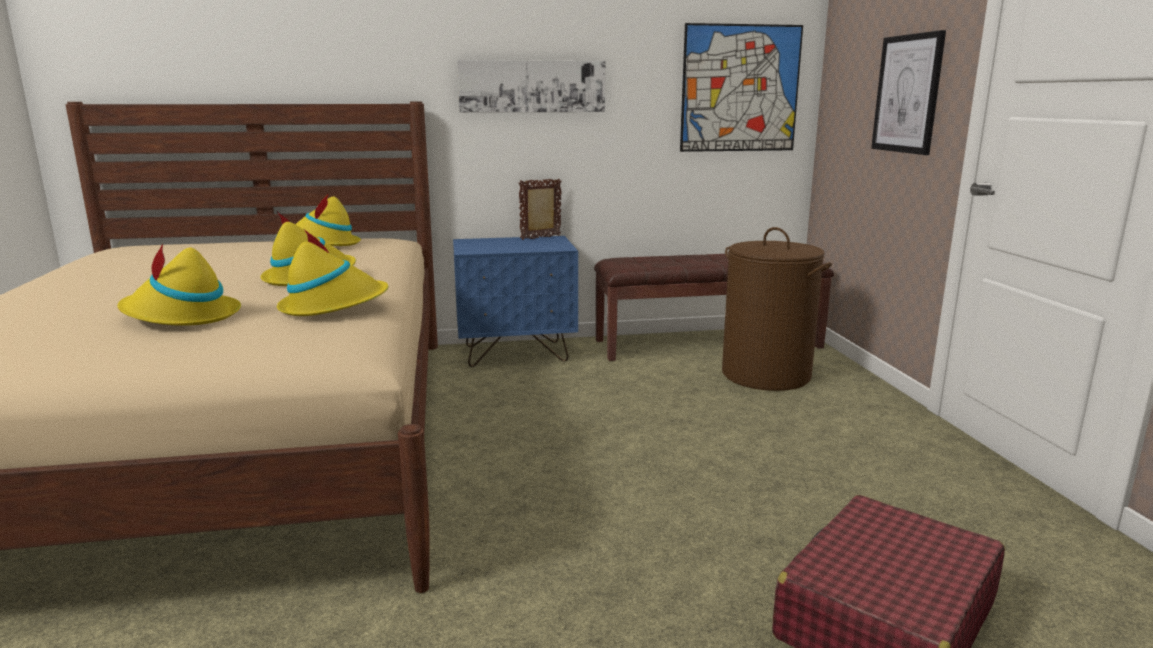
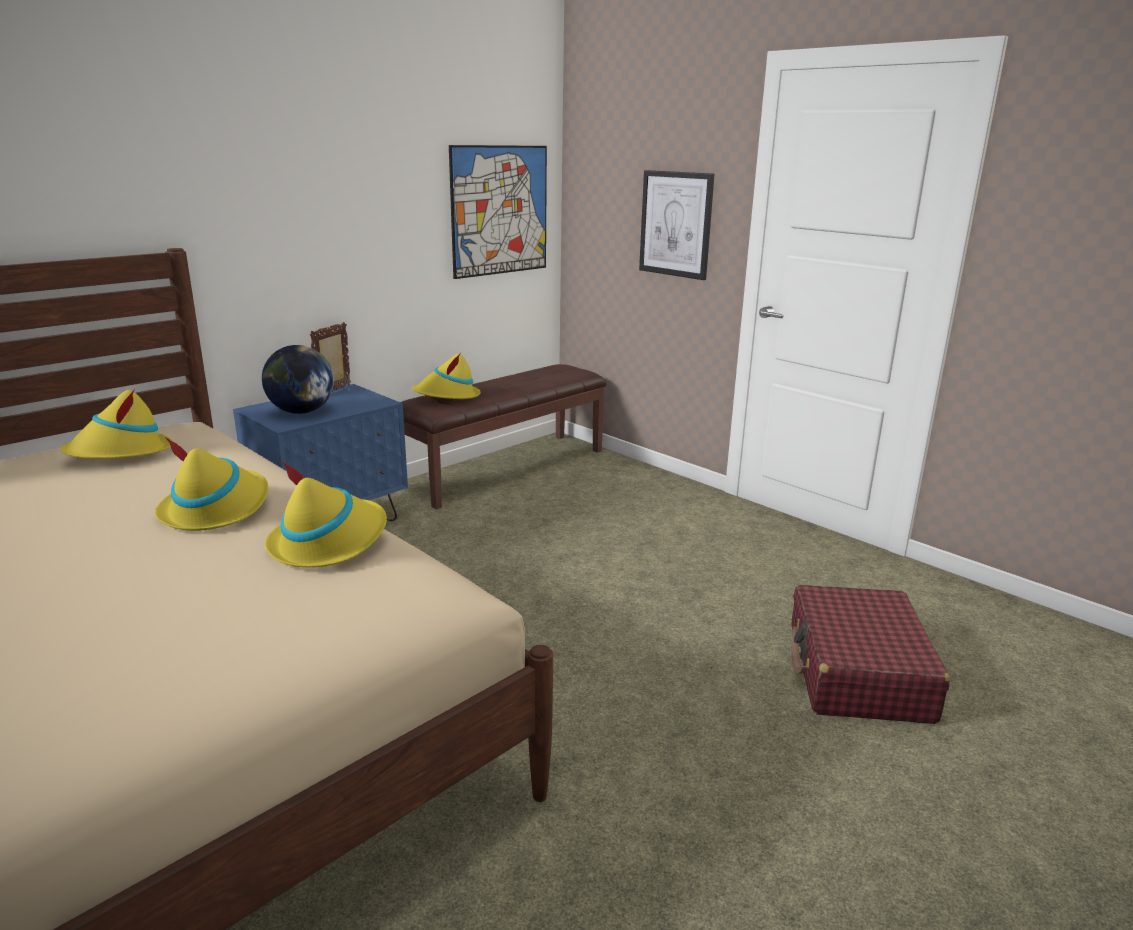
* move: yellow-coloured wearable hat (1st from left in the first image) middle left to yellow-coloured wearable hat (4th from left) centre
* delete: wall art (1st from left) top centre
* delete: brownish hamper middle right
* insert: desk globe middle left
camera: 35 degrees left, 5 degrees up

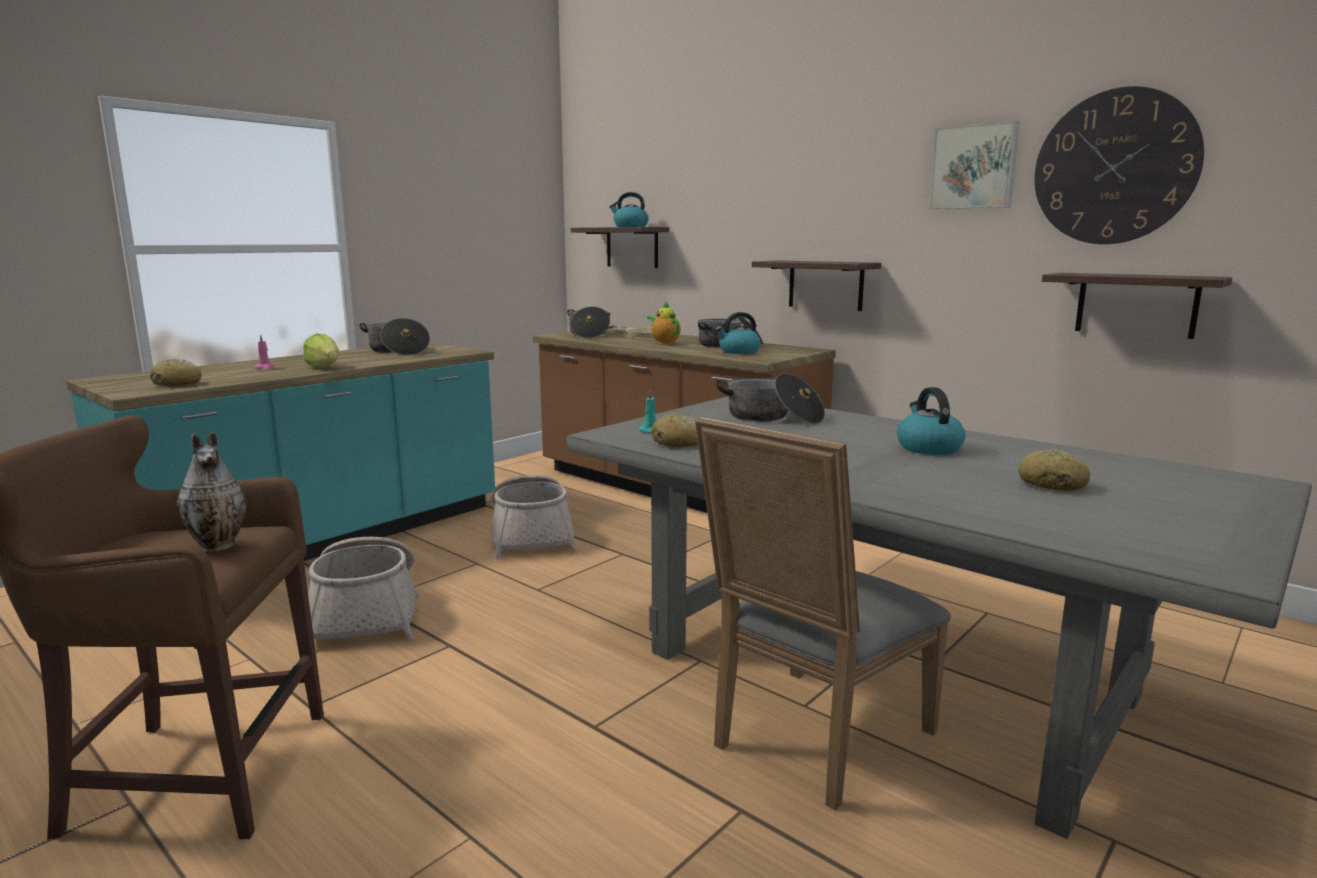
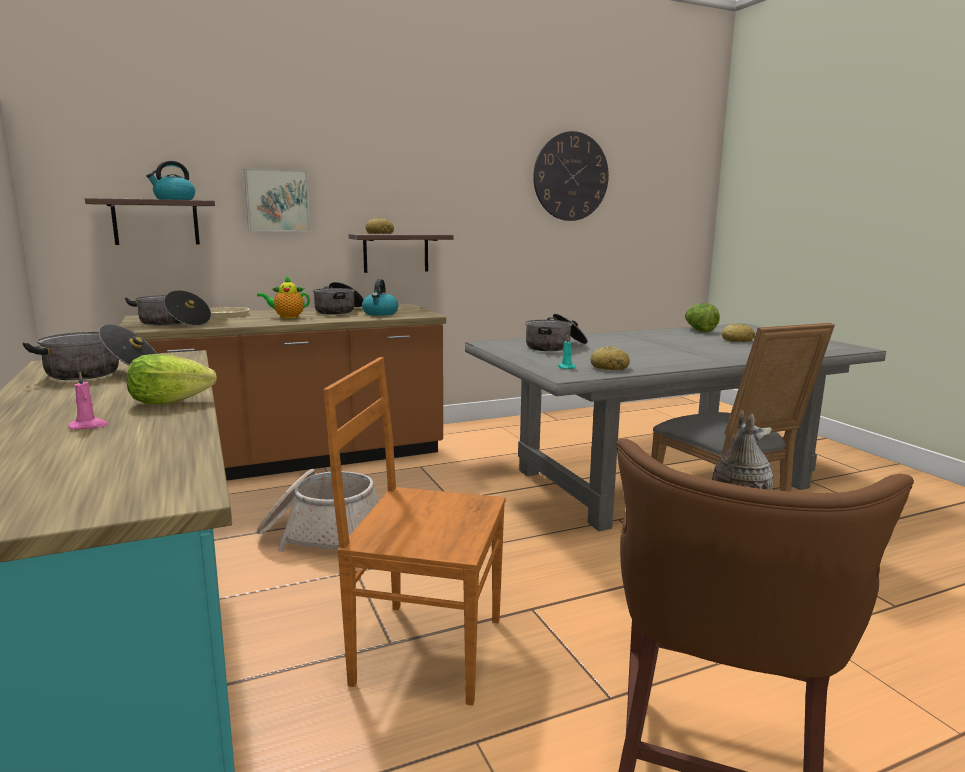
* move: baked bread (1st from left) middle left to top centre
* replace: basket (1st from left) bottom left to brownish plain chair bottom centre
* delete: kettle (3rd from left) middle right
* move: wall art top right to top left
* delete: wall shelf (3rd from left) middle right
* insert: lettuce (2nd from left) middle right
camera: 65 degrees left, 0 degrees up

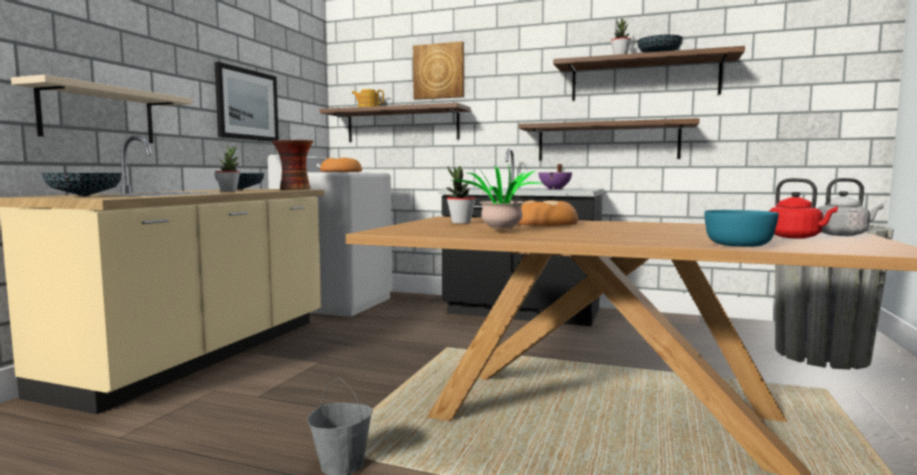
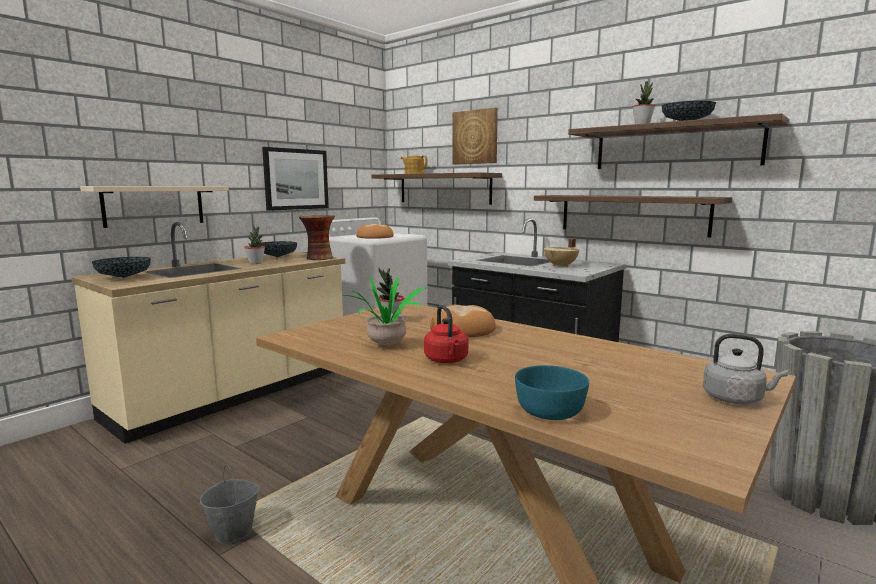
* recolor: purple stockpot centre to sand-coloured stockpot centre
* move: red-coloured kettle middle right to centre
camera: 20 degrees right, 5 degrees up

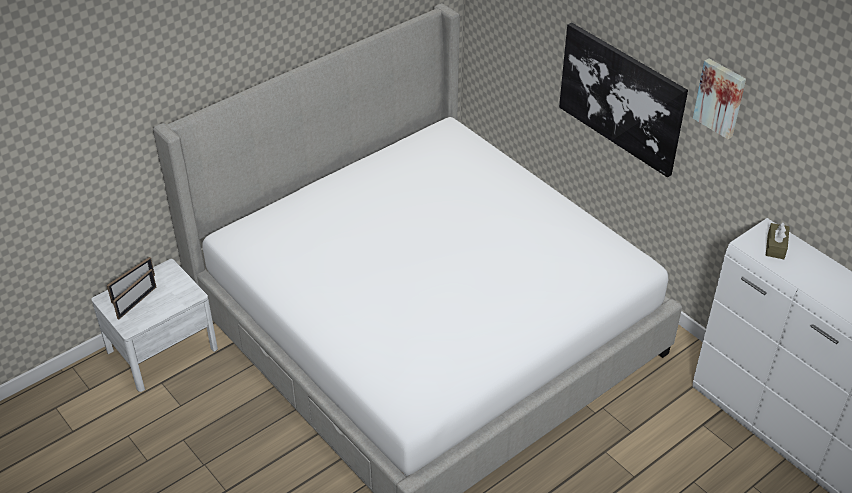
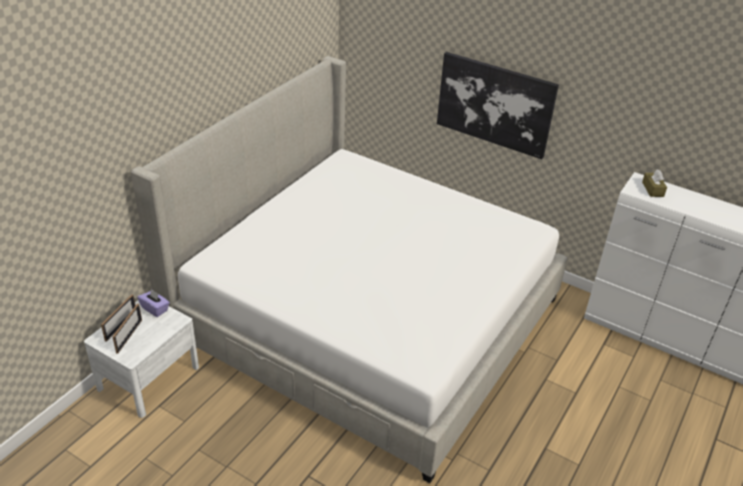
* delete: wall art (2nd from left) top right
* insert: purple box of tissues middle left
camera: 20 degrees left, 5 degrees down

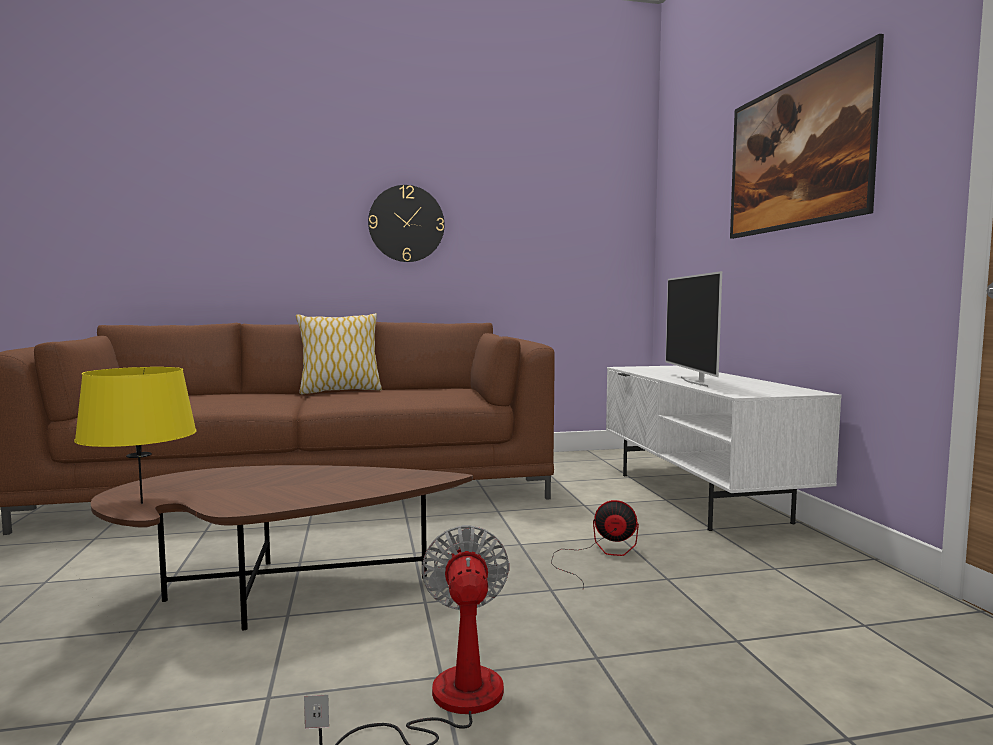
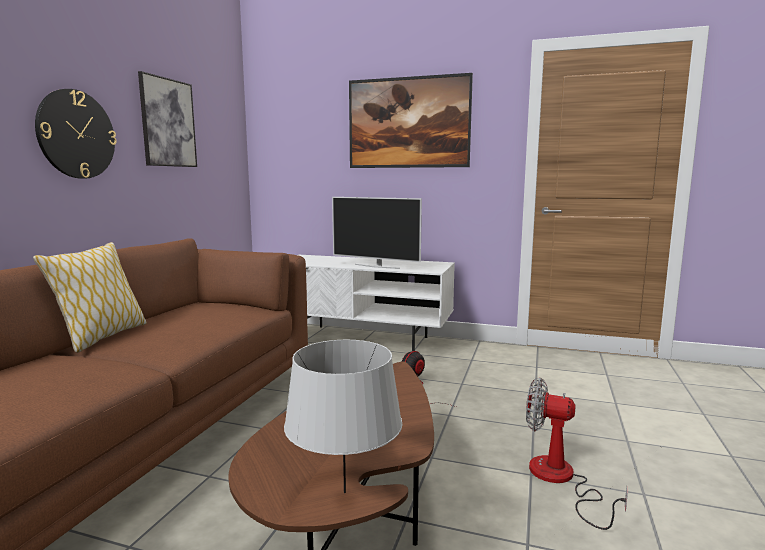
* recolor: yellow-coloured table lamp middle left to gray table lamp bottom centre
* insert: wall art (1st from left) top left
camera: 60 degrees left, 5 degrees up

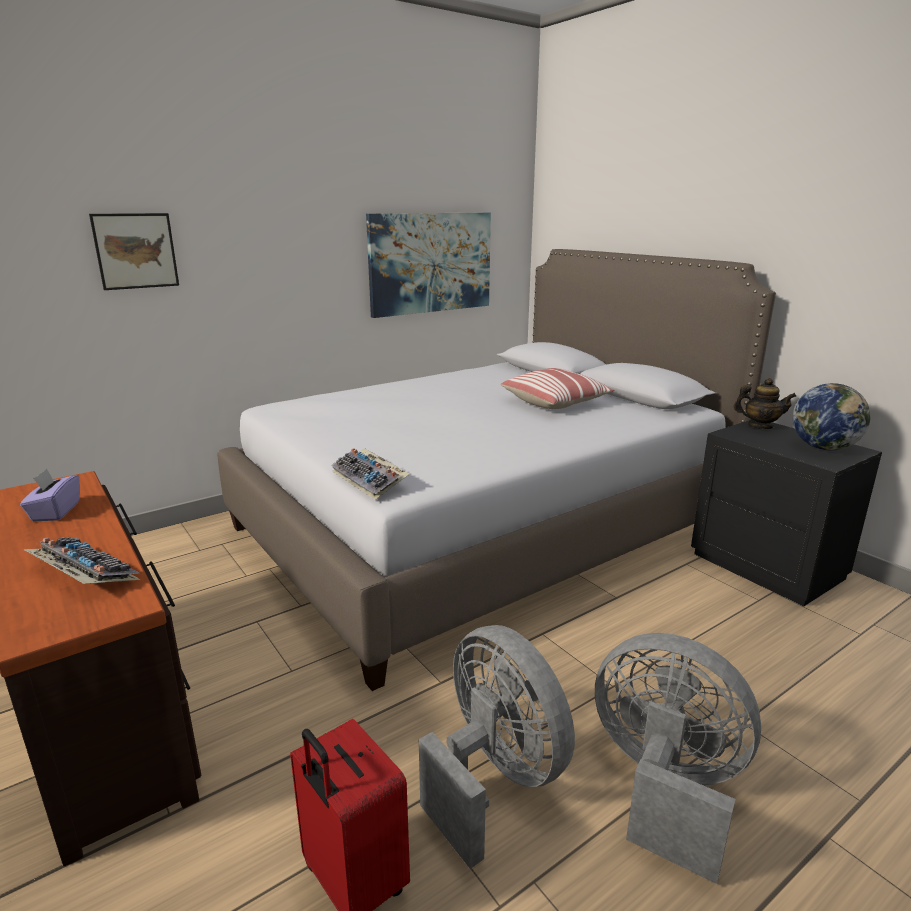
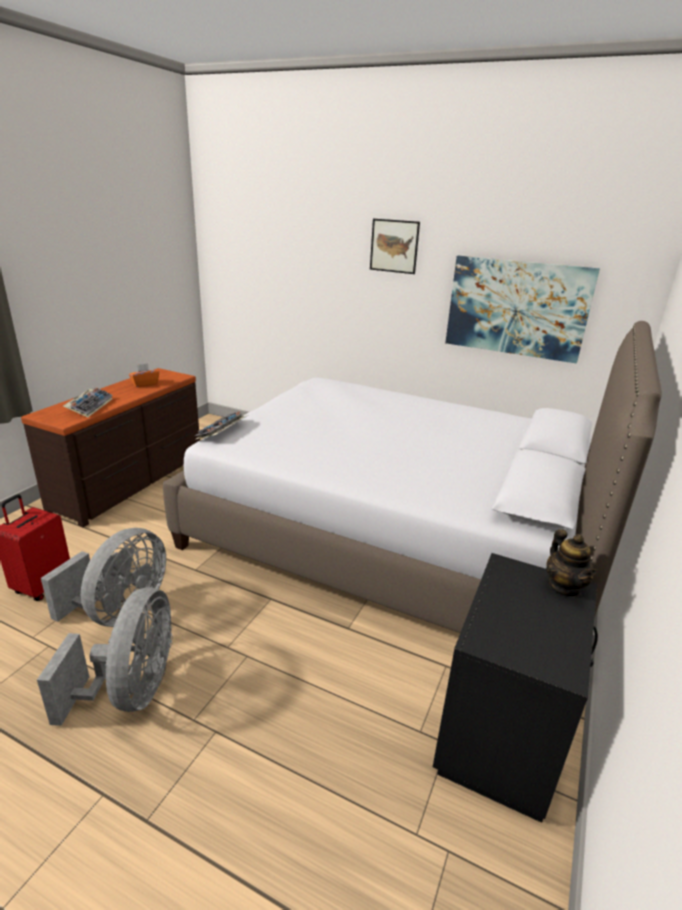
* recolor: purple box of tissues middle left to orange-coloured box of tissues middle left
* move: wall art (1st from left) top left to top centre
* delete: pillow centre
* delete: desk globe middle right
camera: 60 degrees right, 5 degrees up

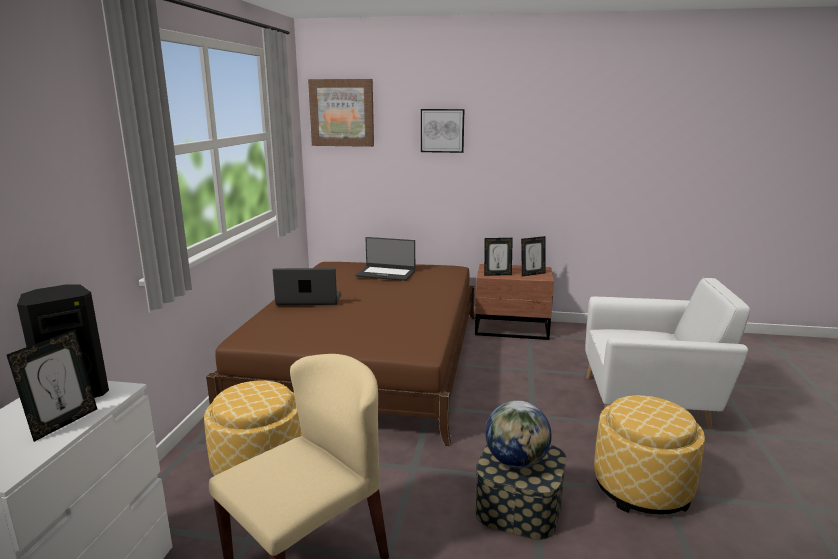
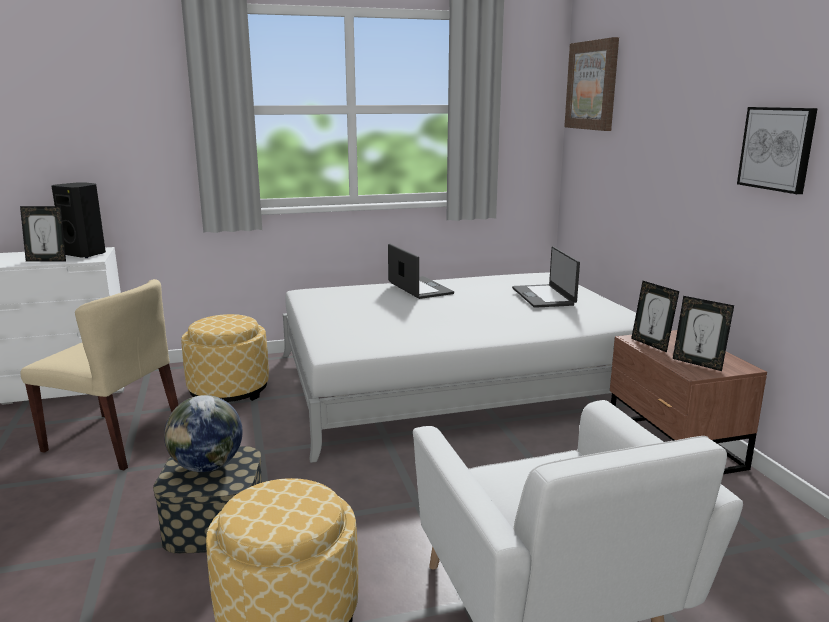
* recolor: brownish bedroom bed centre to white bedroom bed centre
* move: wall art (2nd from left) top centre to top right
camera: 65 degrees right, 0 degrees up

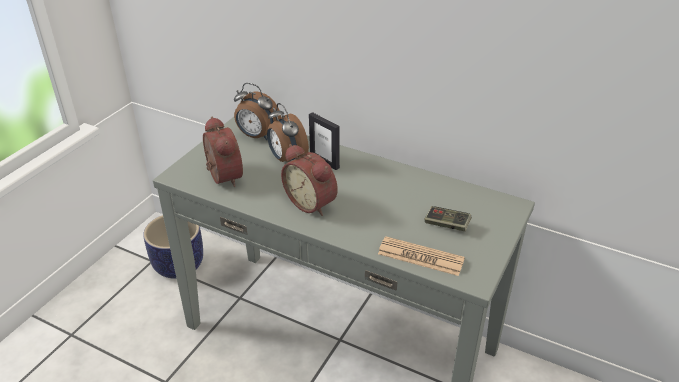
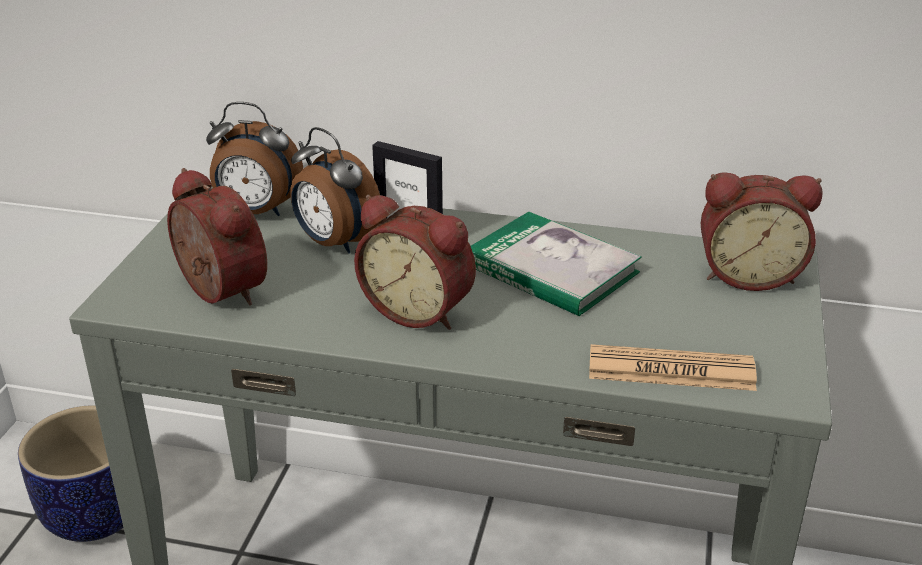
* delete: joypad centre
* insert: book centre
* insert: alarm clock (5th from left) middle right
camera: 15 degrees left, 5 degrees down

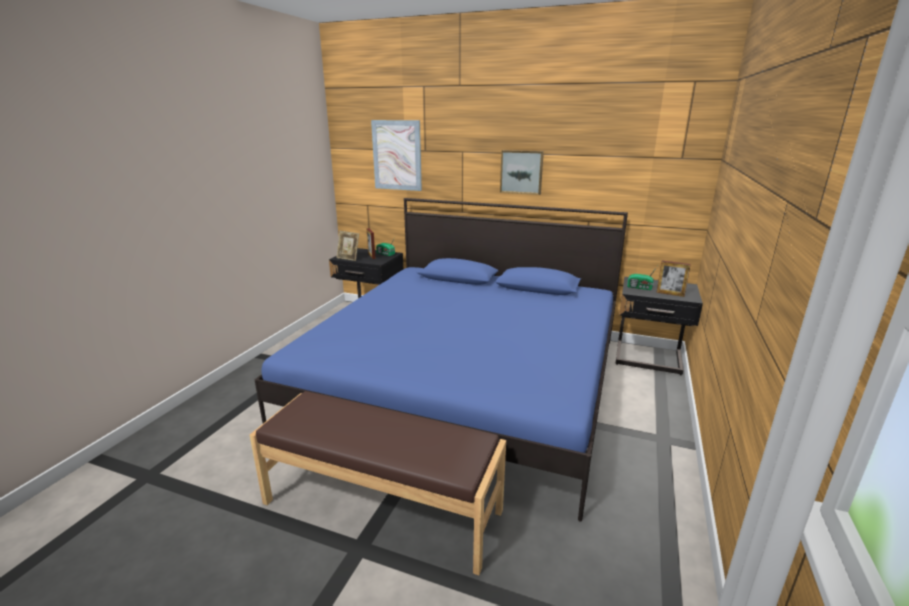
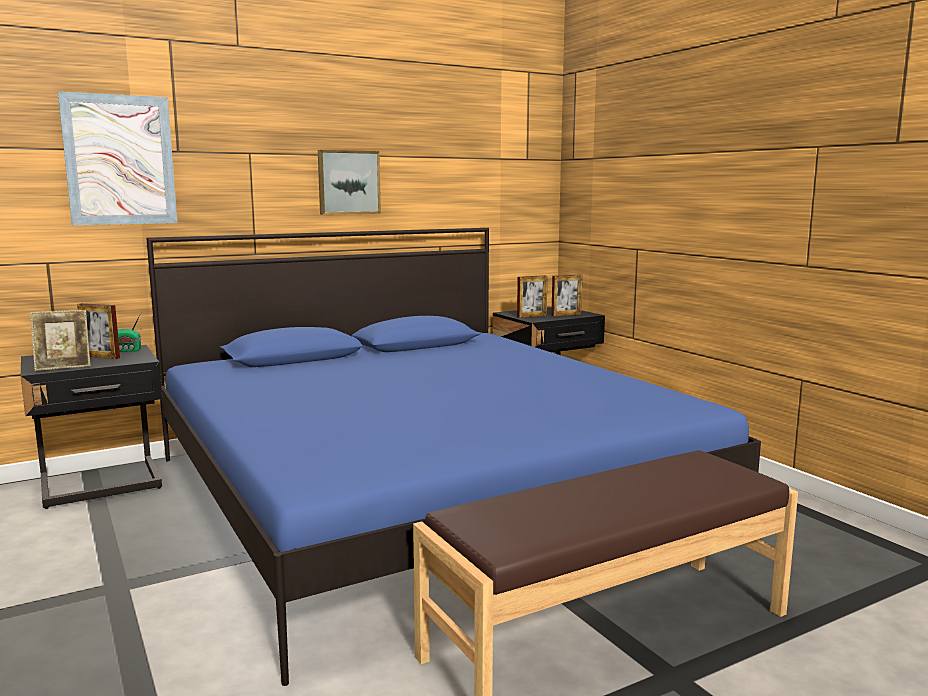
* replace: radio (2nd from left) middle right to photo frame (3rd from left) centre
camera: 50 degrees left, 10 degrees down

